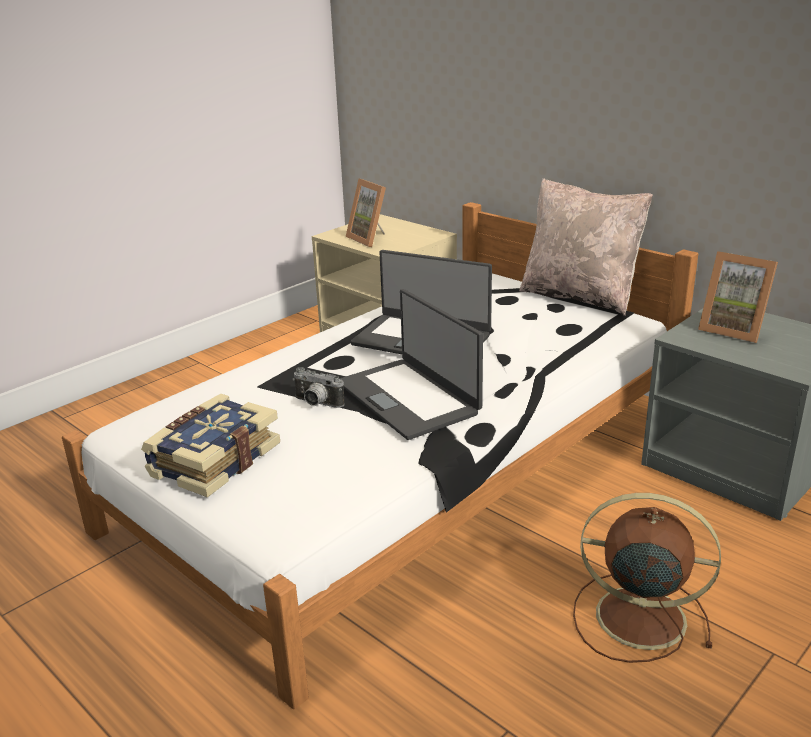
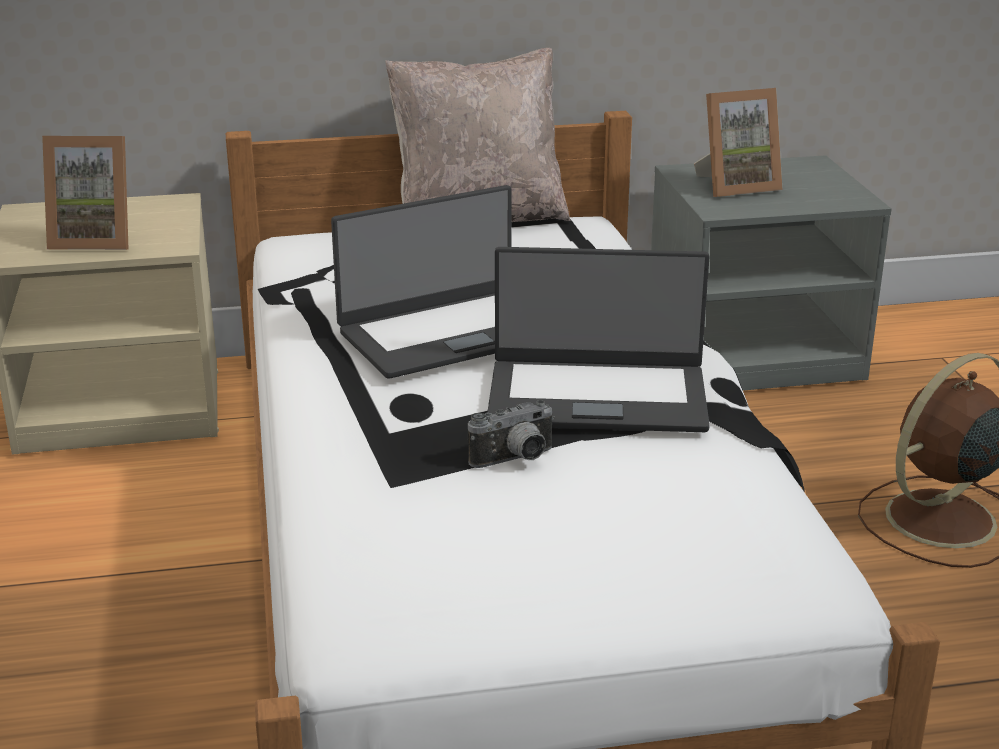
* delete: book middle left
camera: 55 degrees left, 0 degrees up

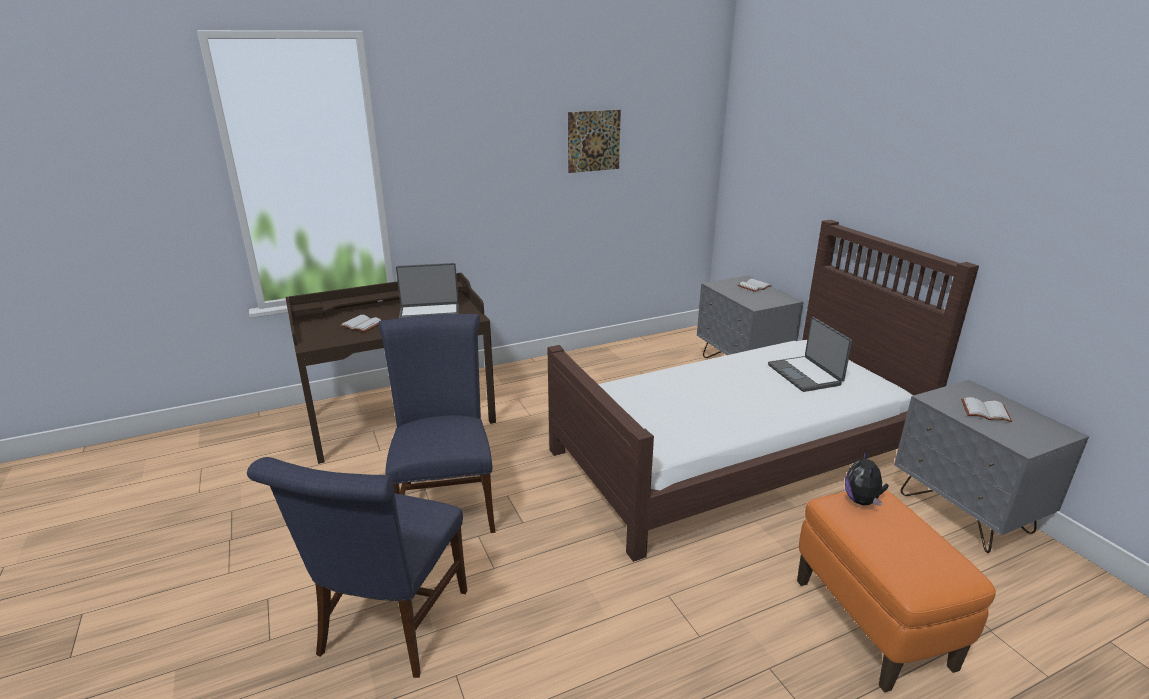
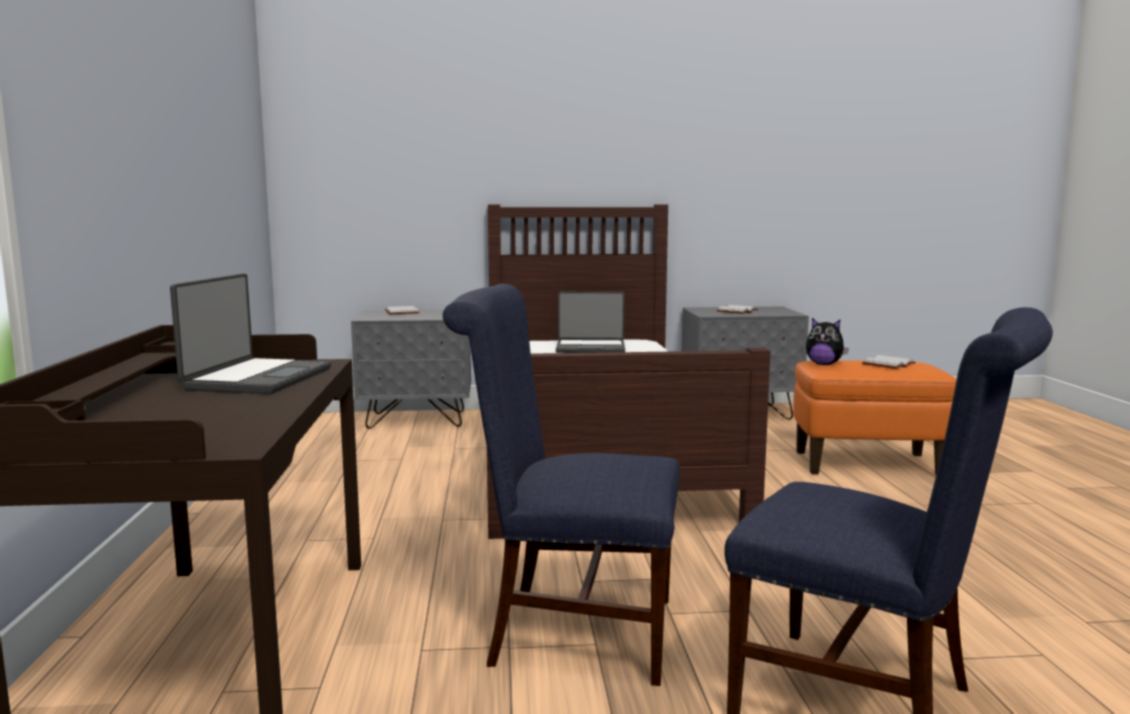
* move: white book (1st from left in the first image) middle left to white book (3rd from left) middle right
* delete: wall art top centre
camera: 70 degrees left, 15 degrees down

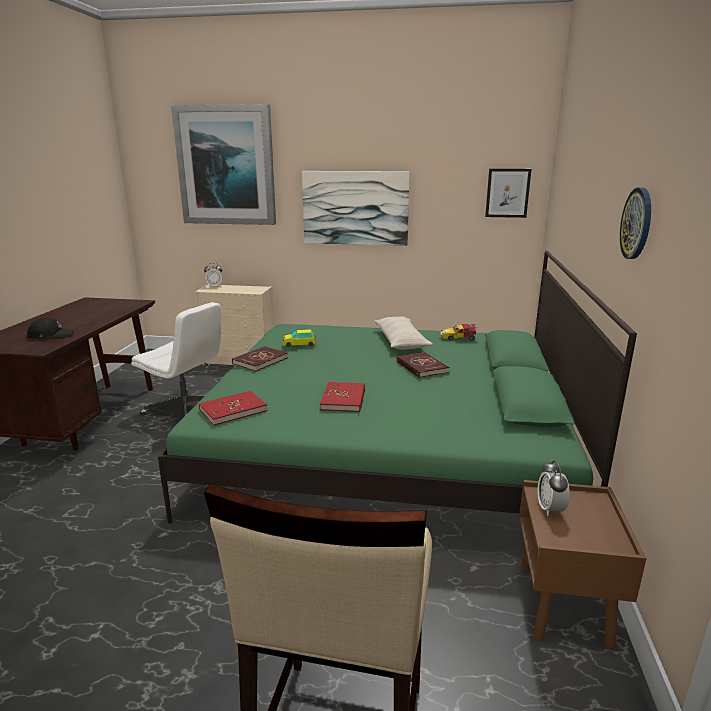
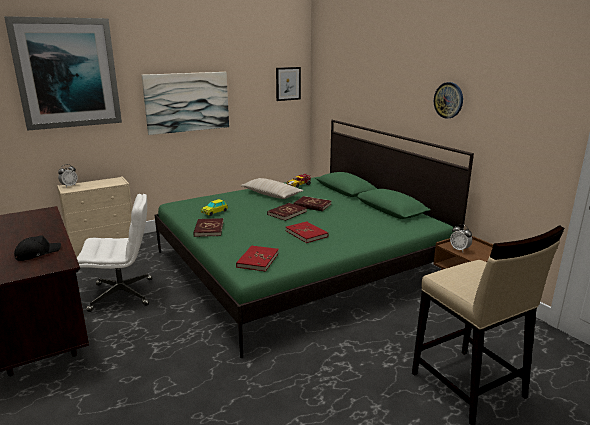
* insert: red-coloured book (3rd from left) centre
camera: 40 degrees left, 0 degrees up

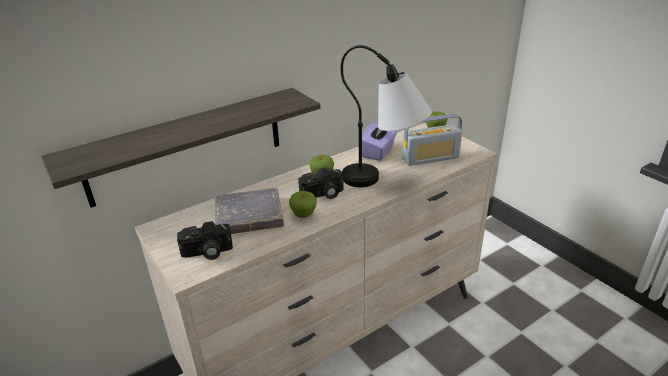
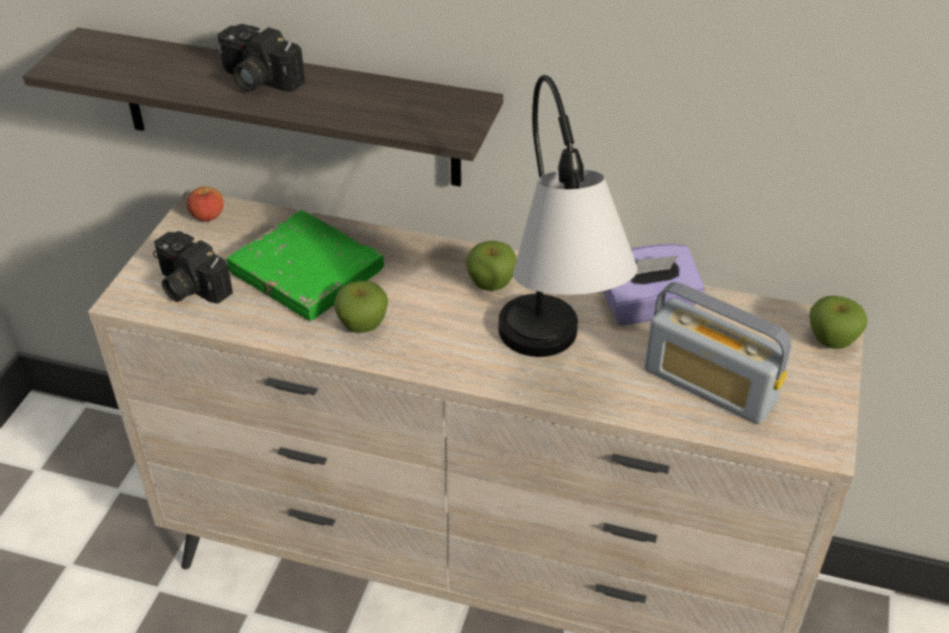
* recolor: gray book centre to green book middle left
* move: photo camera (2nd from left) centre to top left
* insert: apple fruit (1st from left) top left
camera: 50 degrees right, 10 degrees up

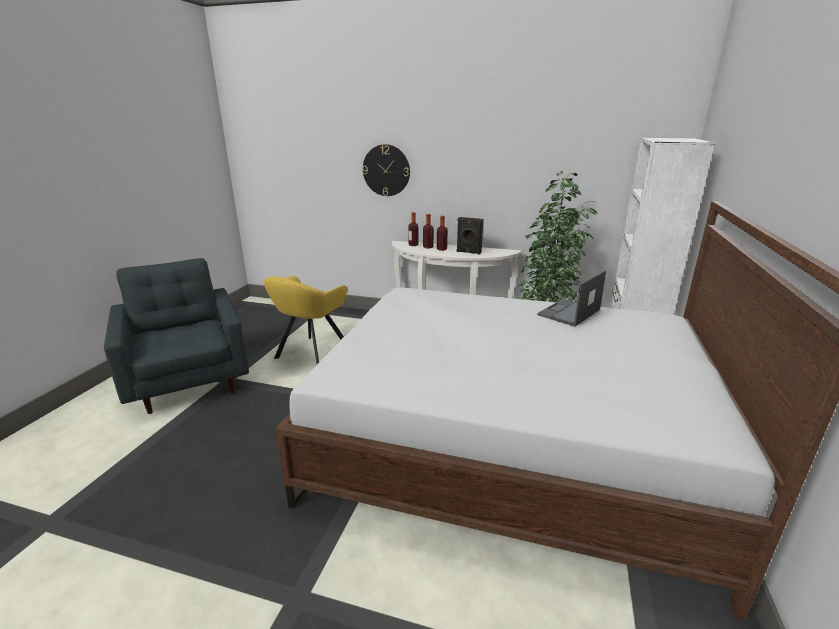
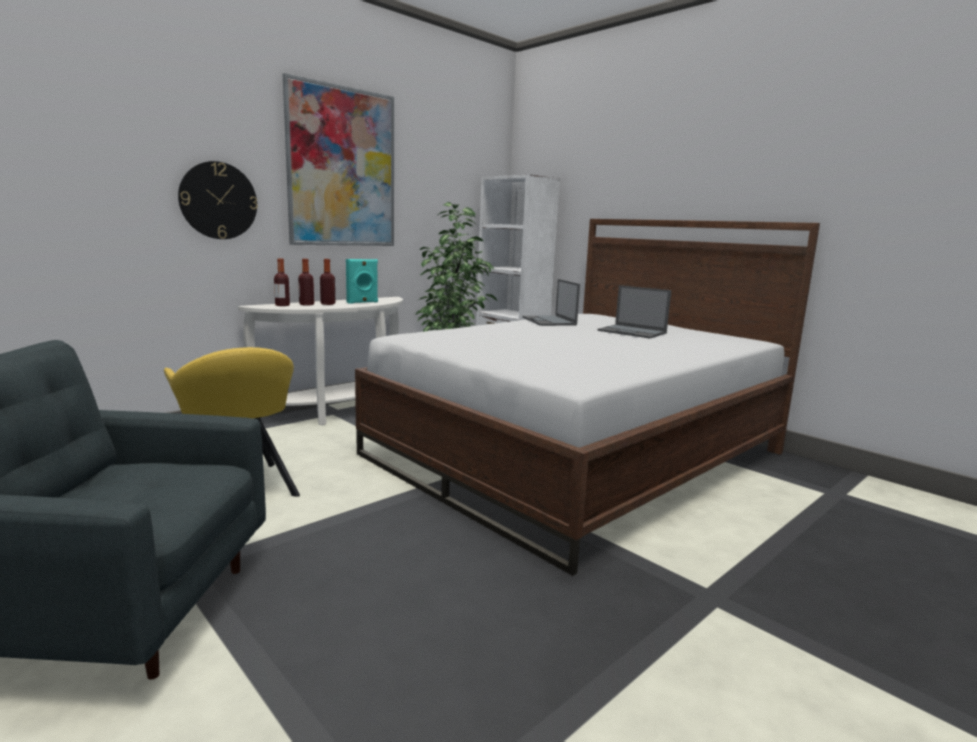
* recolor: black loudspeaker centre to turquoise loudspeaker centre
* insert: wall art top centre
* insert: notebook computer (2nd from left) centre
camera: 60 degrees left, 10 degrees down

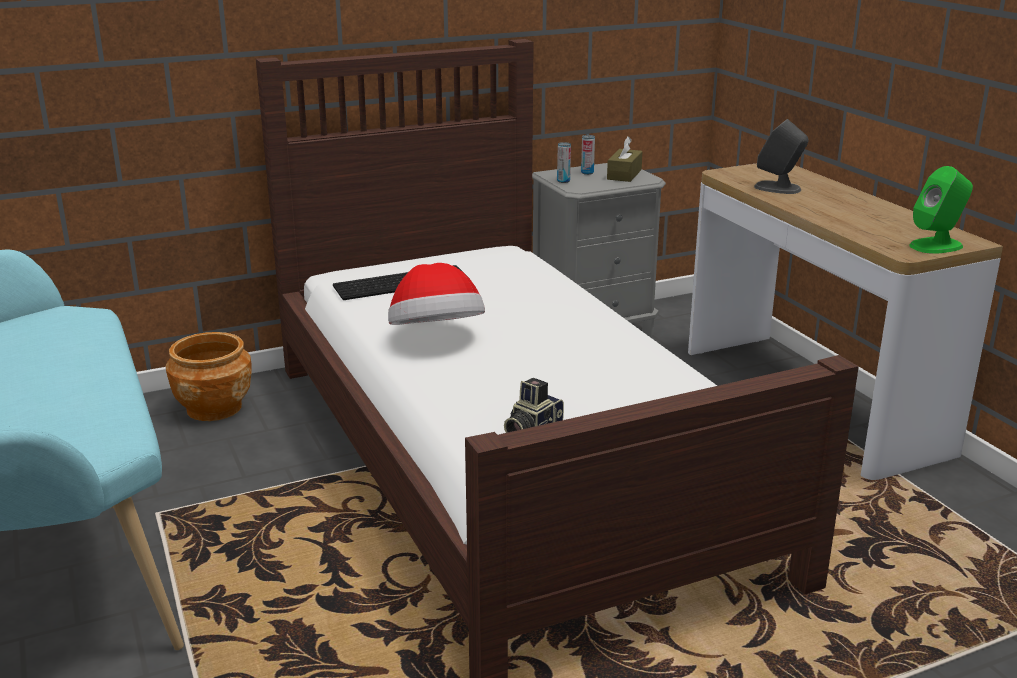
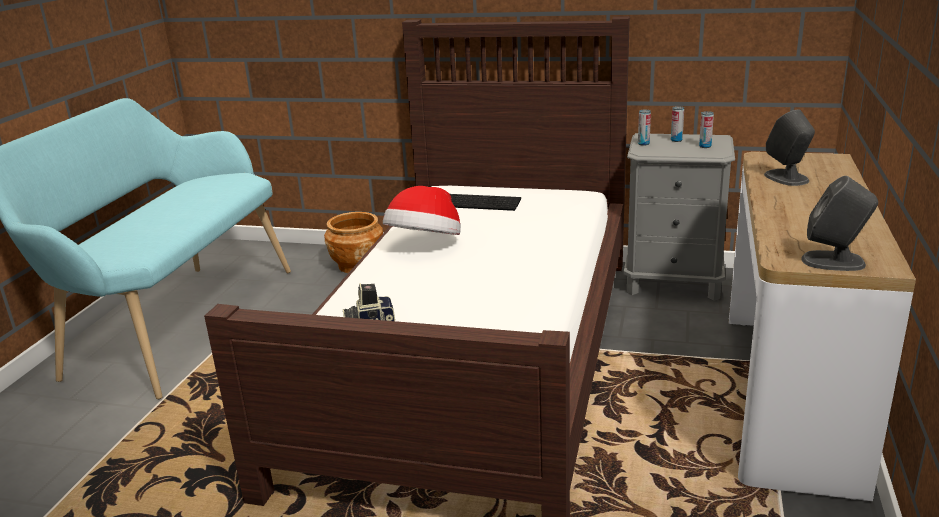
* replace: brownish box of tissues top centre to sealed can (3rd from left) top right
* recolor: green loudspeaker top right to gray loudspeaker (2nd from left) middle right
camera: 40 degrees right, 0 degrees up

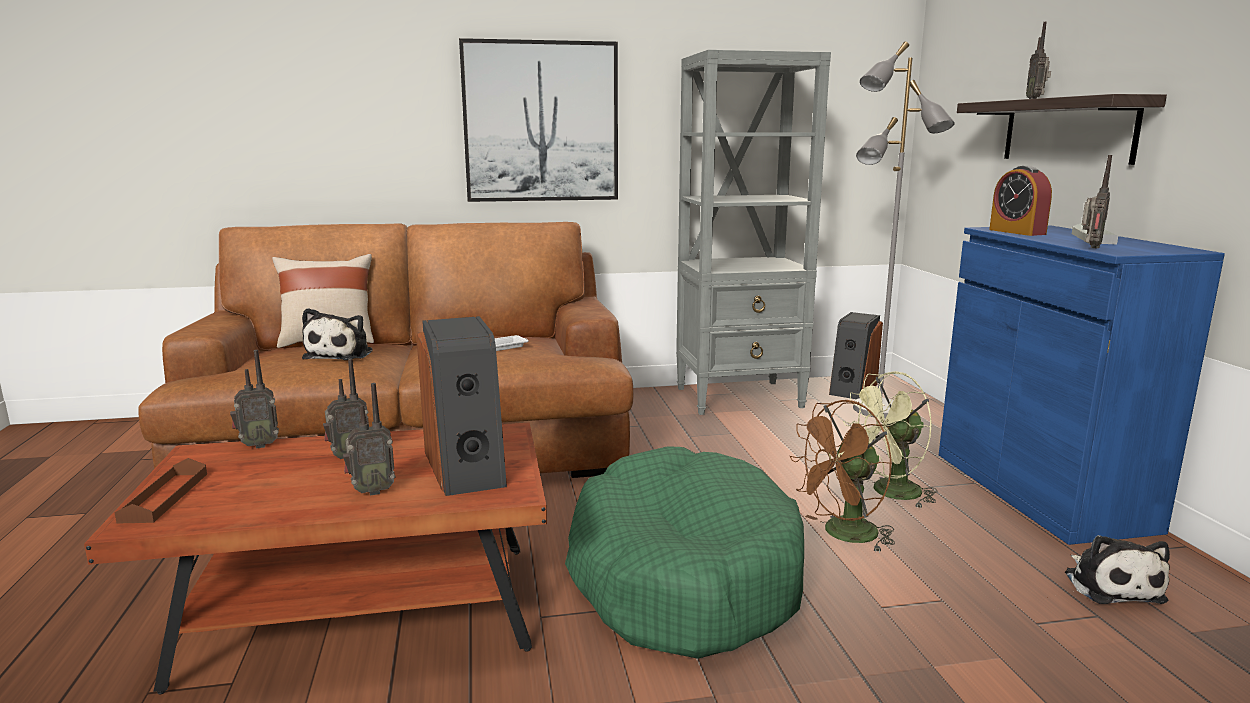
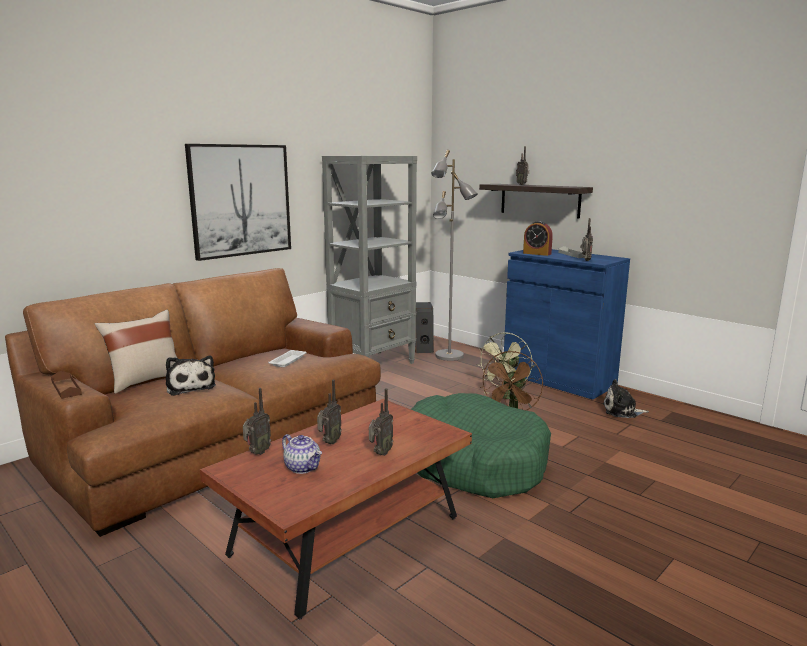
* move: brownish tray bottom left to middle left
* delete: loudspeaker (1st from left) centre
* rotate: cuddly toy (2nd from left) bottom right = middle right 135 degrees clockwise
* insert: teapot bottom centre
camera: 35 degrees left, 0 degrees up

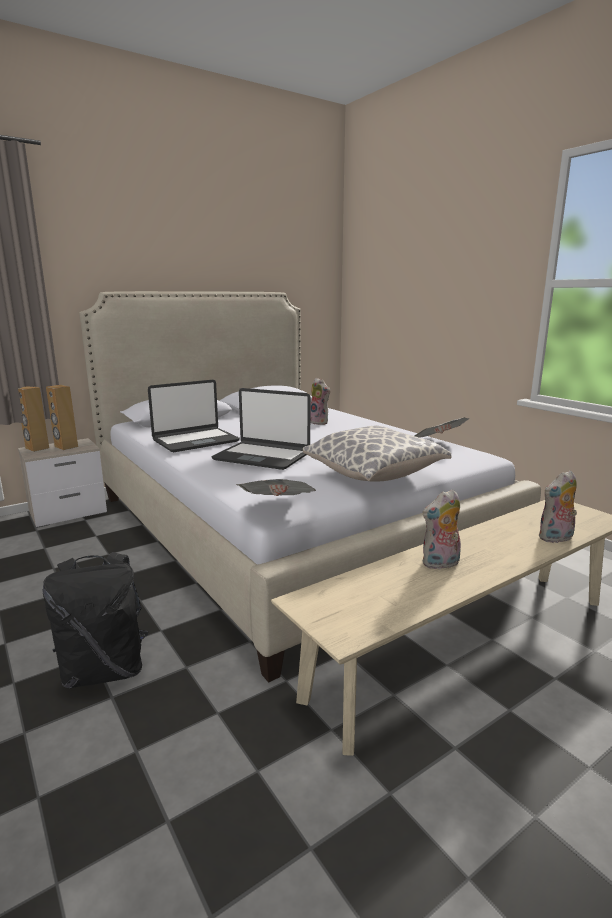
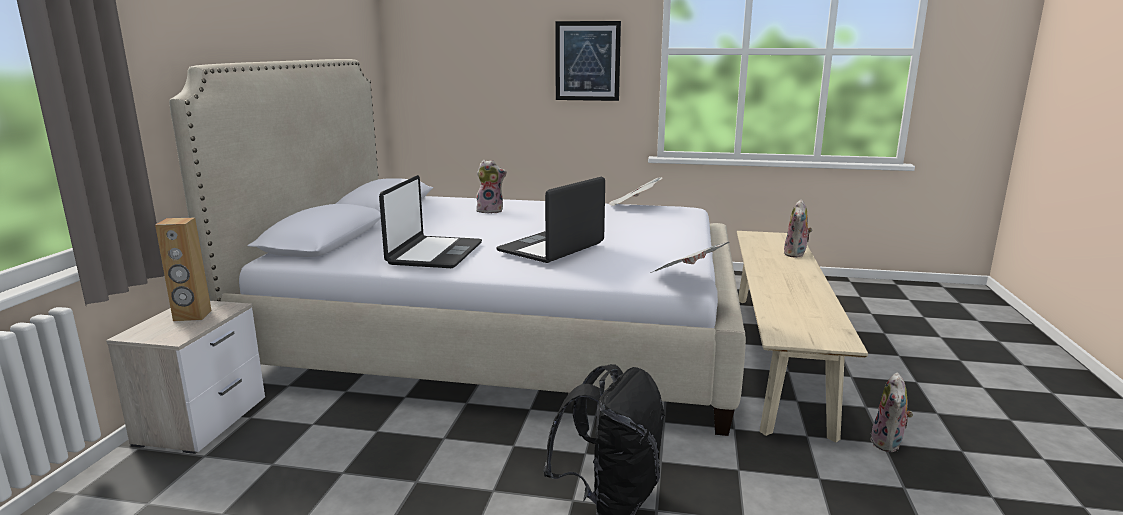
* delete: brownish loudspeaker (1st from left) middle left
* rotate: notebook computer (2nd from left) centre = centre 150 degrees clockwise
* delete: pillow centre
* move: cuddly toy (2nd from left in the first image) middle right to cuddly toy (3rd from left) bottom right
* insert: wall art top centre
camera: 45 degrees left, 0 degrees up

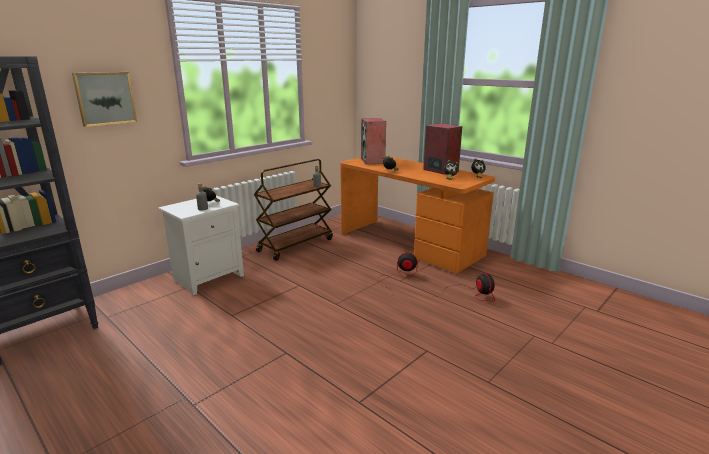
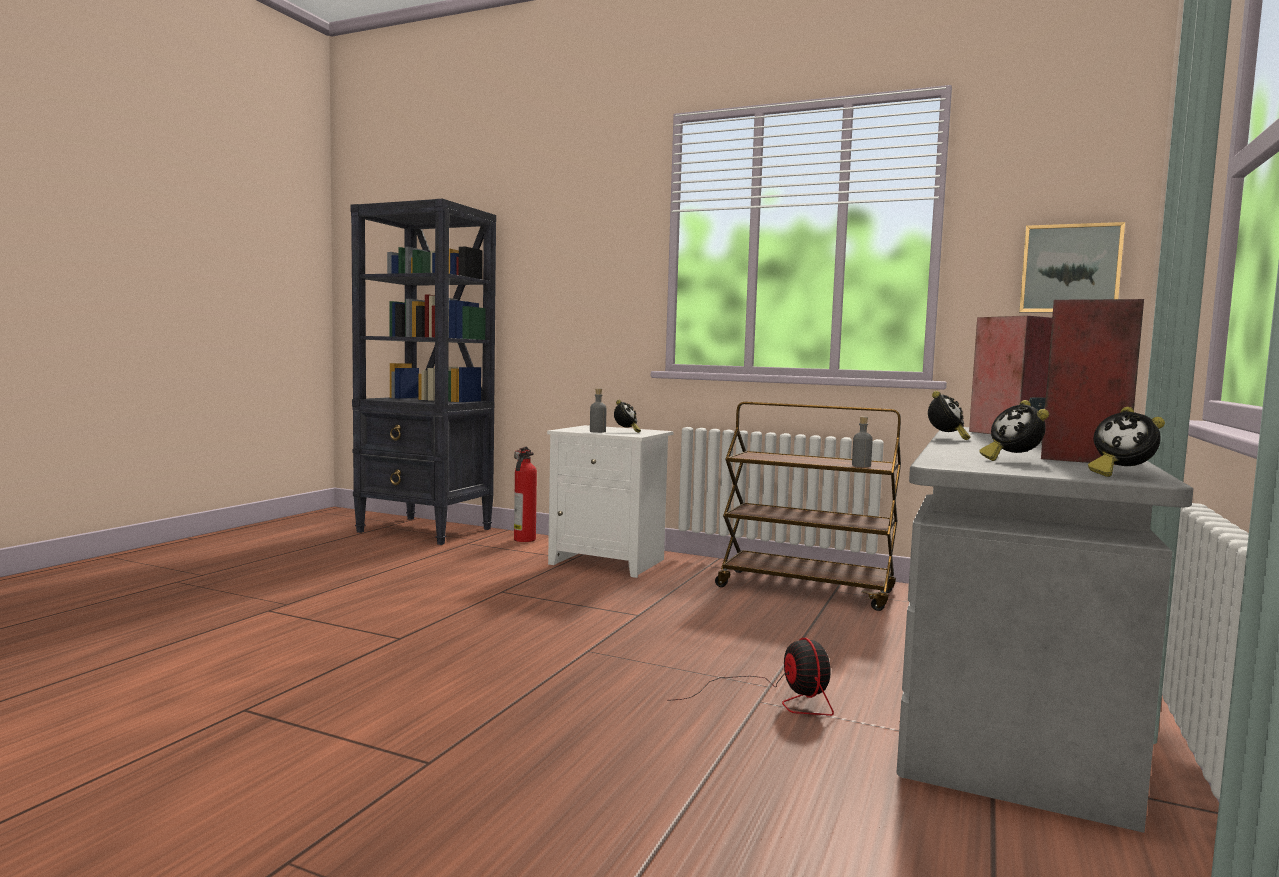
* move: wall art top left to top right
* recolor: orange-coloured desk centre to gray desk bottom right
* delete: cooling fan (2nd from left) centre
* insert: extinguisher centre
camera: 70 degrees right, 15 degrees down

